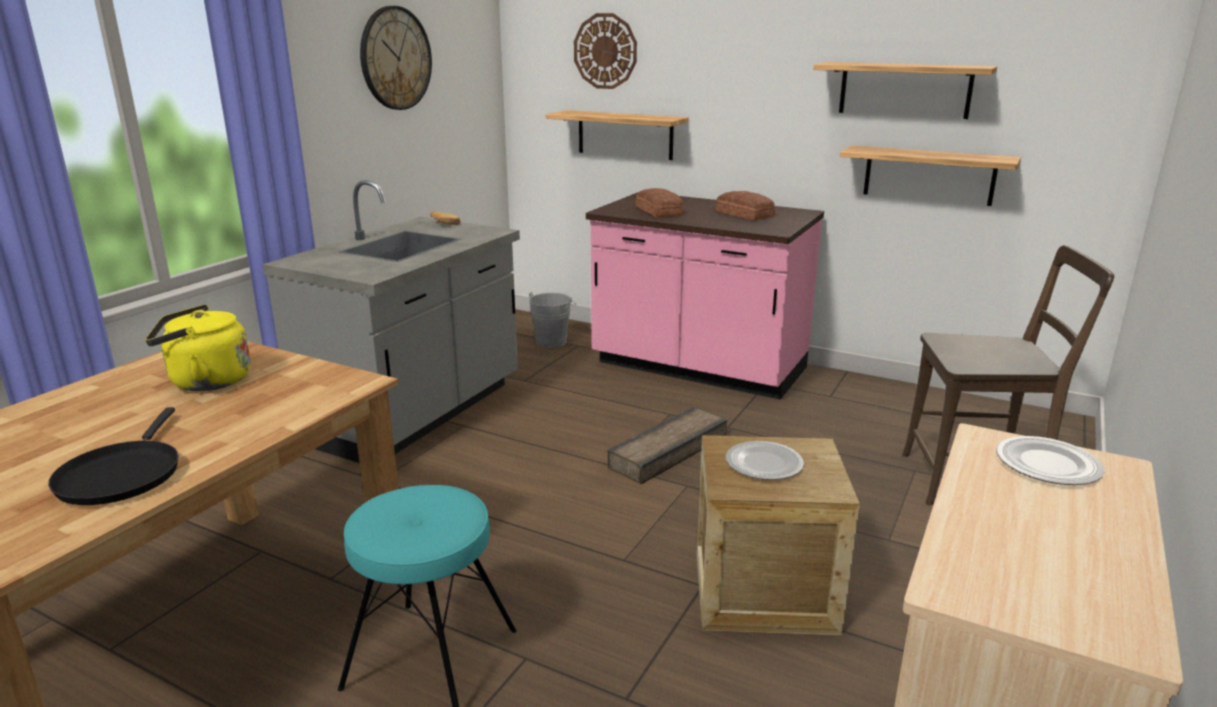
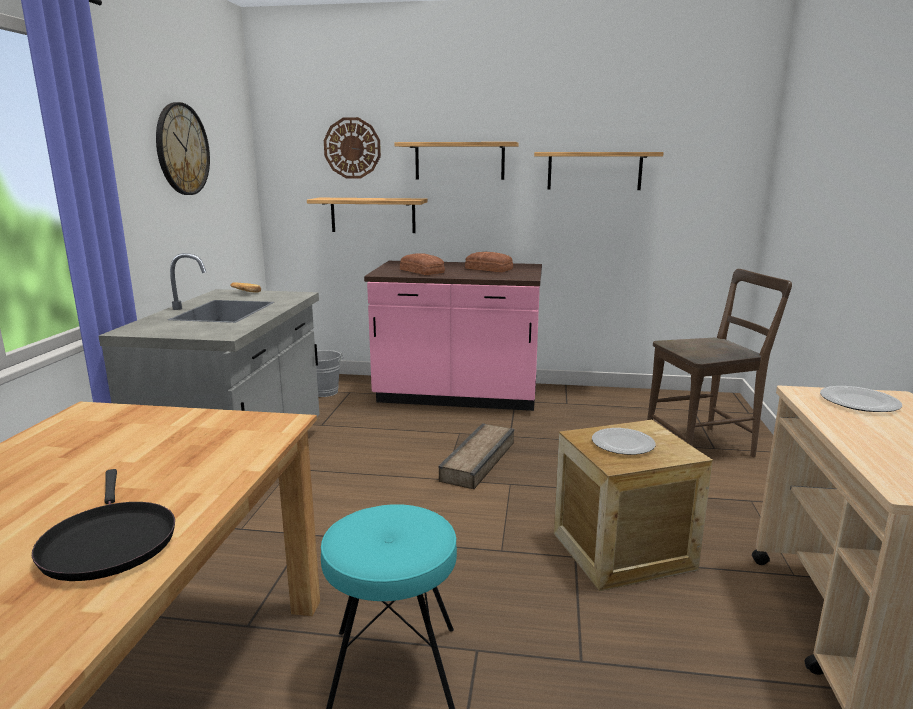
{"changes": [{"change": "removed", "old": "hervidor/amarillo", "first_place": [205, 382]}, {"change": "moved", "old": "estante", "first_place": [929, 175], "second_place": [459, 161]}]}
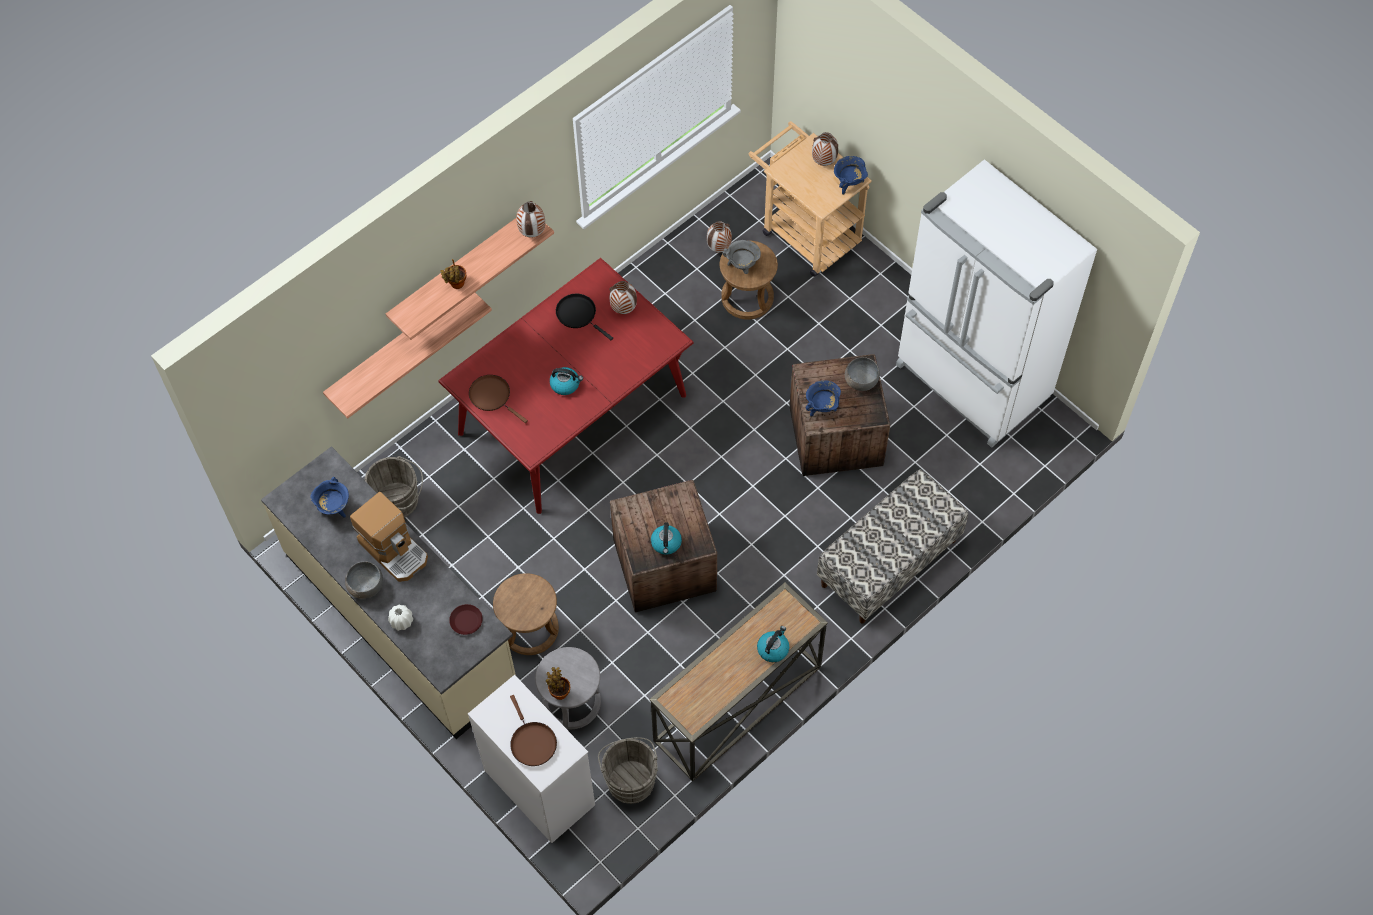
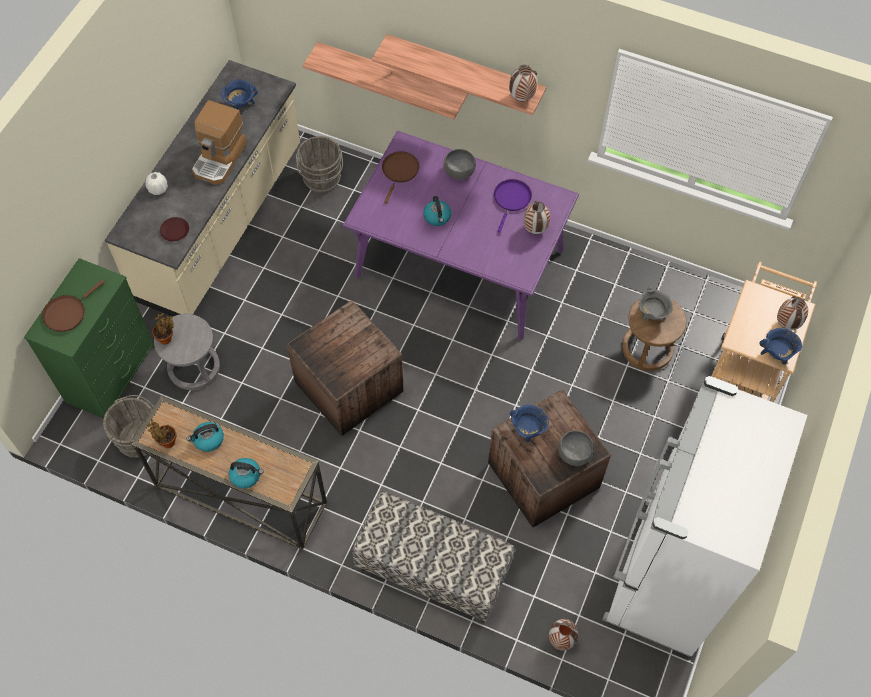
{"changes": [{"change": "moved", "old": "cuenco/gris", "first_place": [366, 586], "second_place": [459, 172]}, {"change": "recoloured", "old": "mesa de comedor/rojo", "new": "mesa de comedor/morado", "first_place": [573, 413], "second_place": [460, 263]}, {"change": "moved", "old": "planta en maceta", "first_place": [456, 284], "second_place": [166, 441]}, {"change": "recoloured", "old": "cómoda/blanco", "new": "cómoda/verde", "first_place": [538, 787], "second_place": [111, 373]}, {"change": "removed", "old": "taburete/marrón", "first_place": [529, 629]}, {"change": "recoloured", "old": "sartén/negro", "new": "sartén/morado", "first_place": [578, 314], "second_place": [511, 199]}, {"change": "moved", "old": "hervidor", "first_place": [666, 543], "second_place": [208, 440]}, {"change": "moved", "old": "florero", "first_place": [719, 249], "second_place": [560, 640]}]}
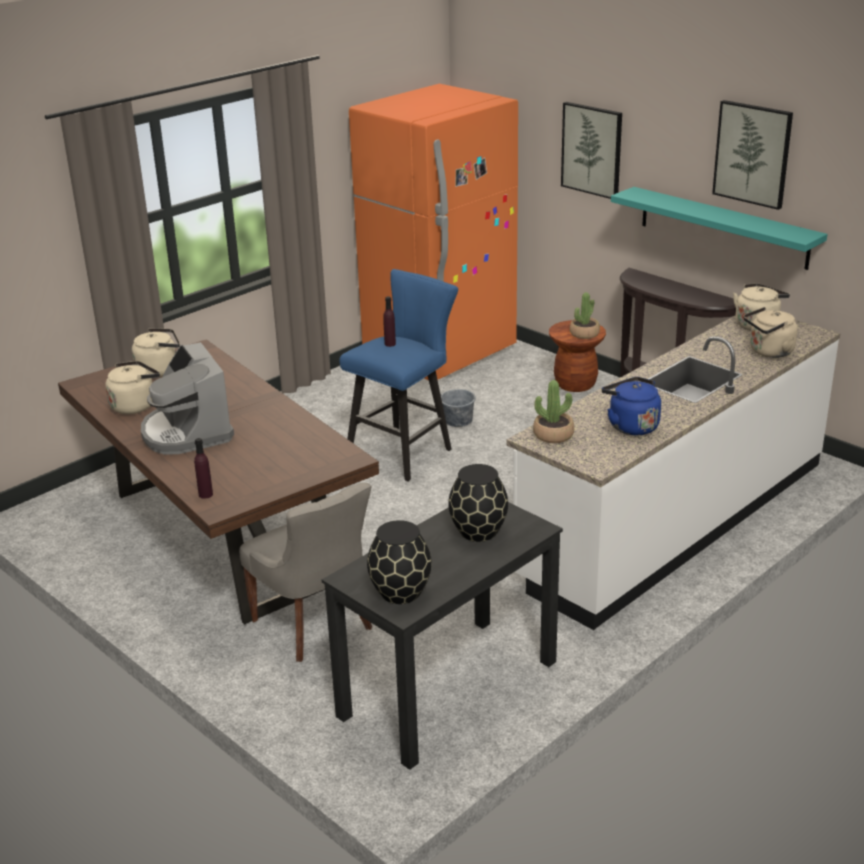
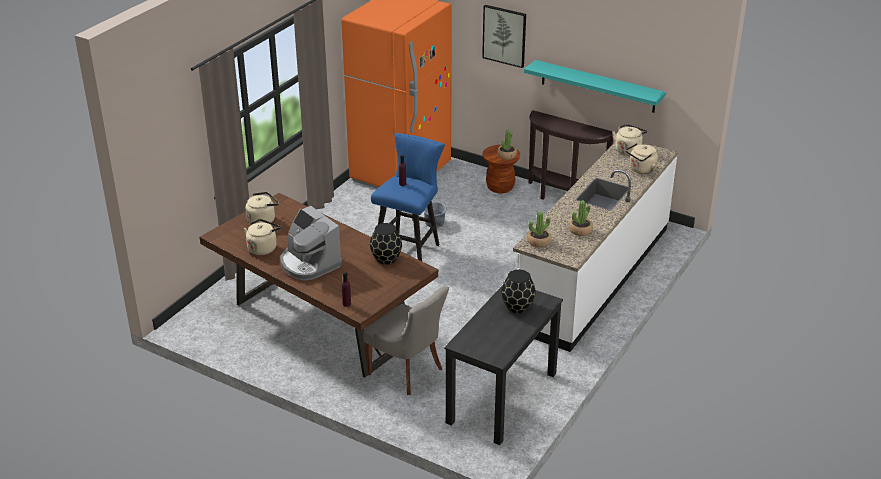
{"changes": [{"change": "moved", "old": "florero/negro", "first_place": [400, 592], "second_place": [386, 258]}, {"change": "replaced", "old": "hervidor/azul", "new": "planta en maceta", "first_place": [630, 426], "second_place": [580, 230]}, {"change": "removed", "old": "cuadro", "first_place": [752, 154]}]}
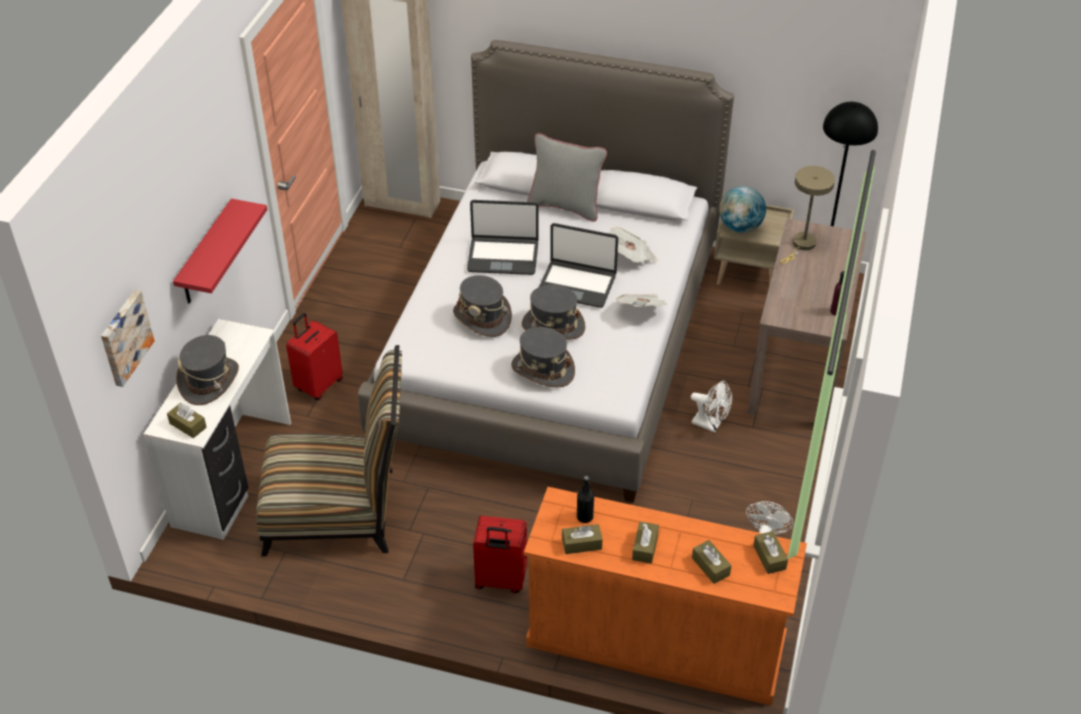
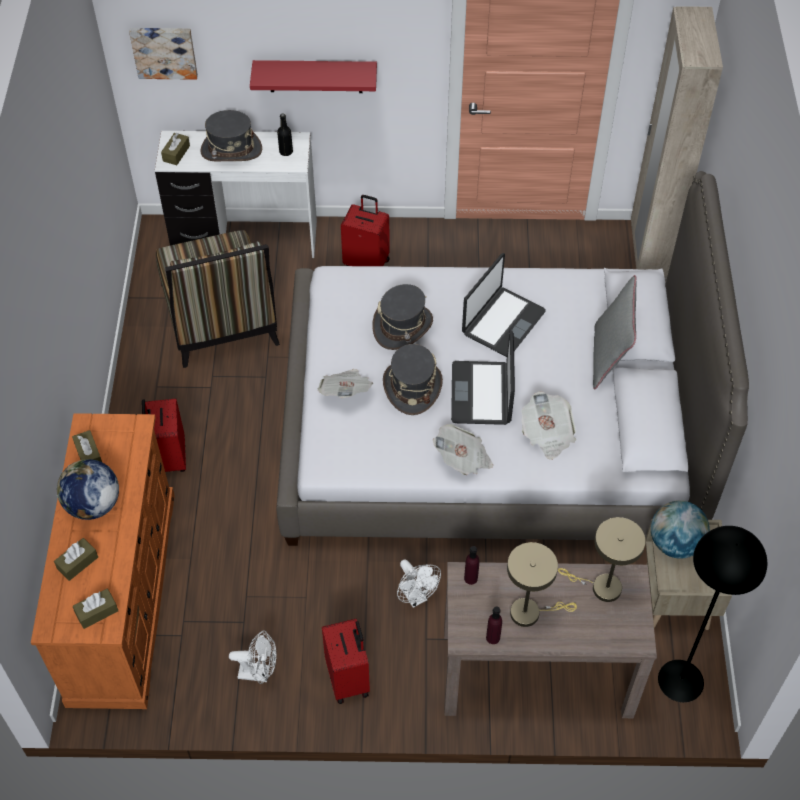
{"changes": [{"change": "turned", "old": "portátil", "first_place": [503, 256], "second_place": [502, 322], "degrees": -135}, {"change": "replaced", "old": "sombrero/gris", "new": "periódico", "first_place": [542, 369], "second_place": [346, 392]}, {"change": "moved", "old": "botella/negro", "first_place": [585, 517], "second_place": [286, 152]}, {"change": "replaced", "old": "caja de pañuelos/marrón", "new": "globo terráqueo", "first_place": [645, 547], "second_place": [93, 505]}, {"change": "turned", "old": "ventilador/blanco", "first_place": [710, 425], "second_place": [416, 597], "degrees": -45}, {"change": "added", "new": "maleta/rojo", "second_place": [349, 678]}, {"change": "added", "new": "botella/morado", "second_place": [471, 578]}, {"change": "added", "new": "lámpara de mesa/beis", "second_place": [530, 612]}]}
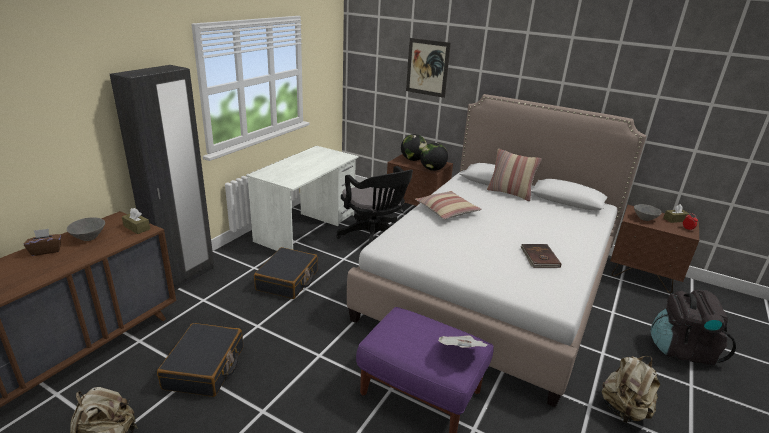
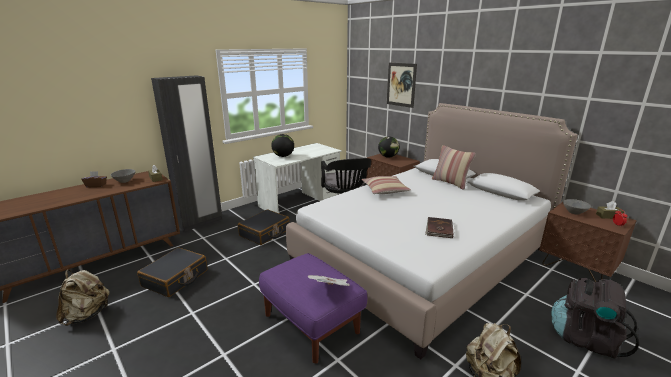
{"changes": [{"change": "moved", "old": "globo terráqueo", "first_place": [432, 169], "second_place": [283, 156]}]}
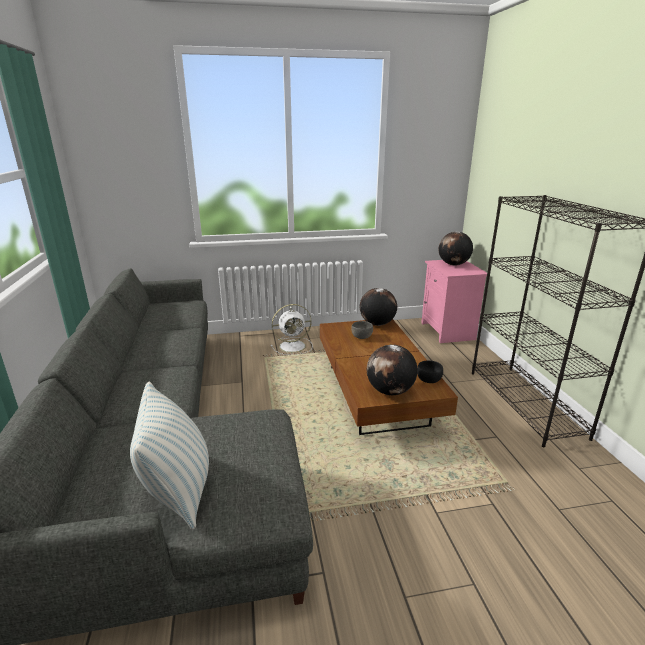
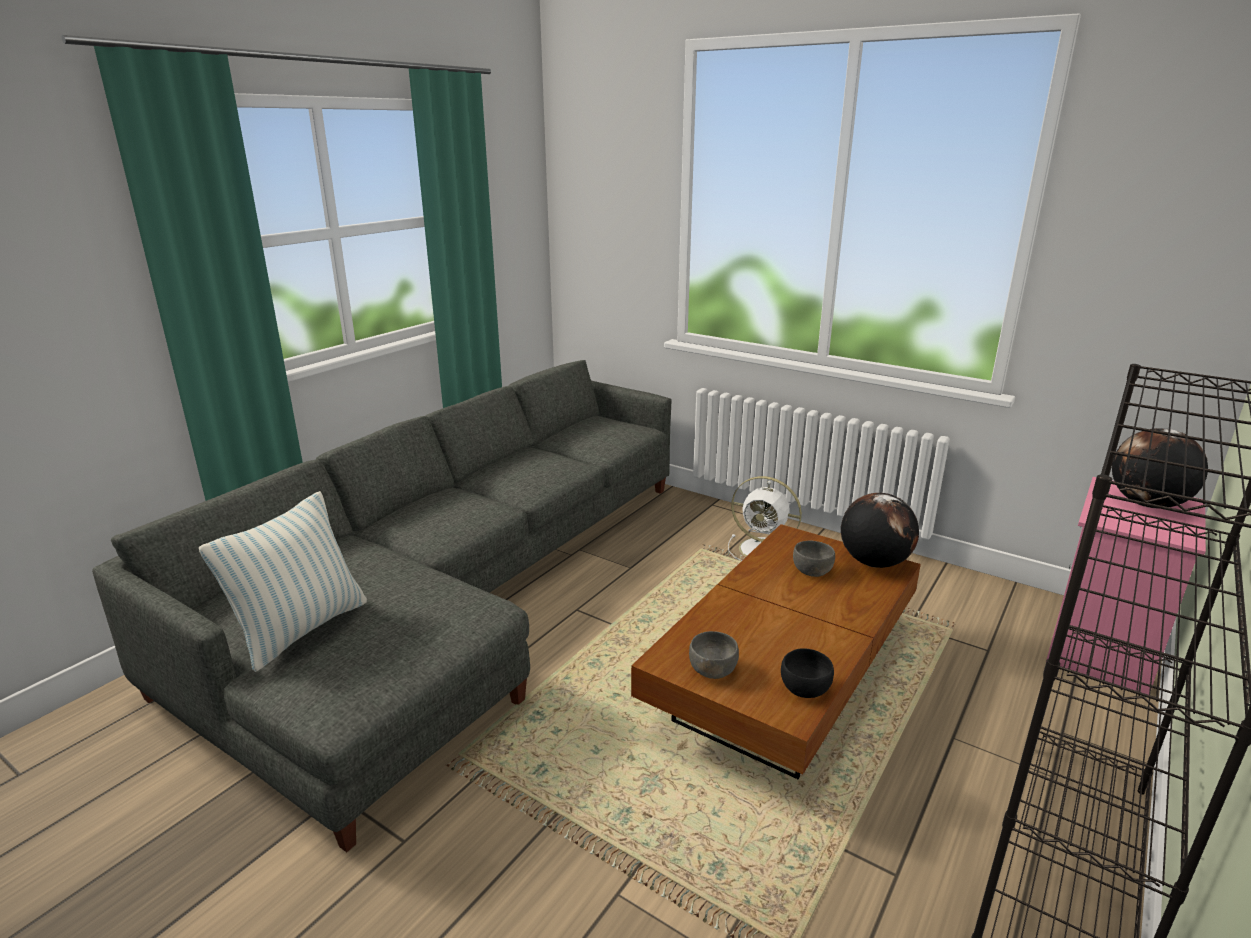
{"changes": [{"change": "replaced", "old": "globo terráqueo", "new": "cuenco/gris", "first_place": [390, 391], "second_place": [712, 670]}]}
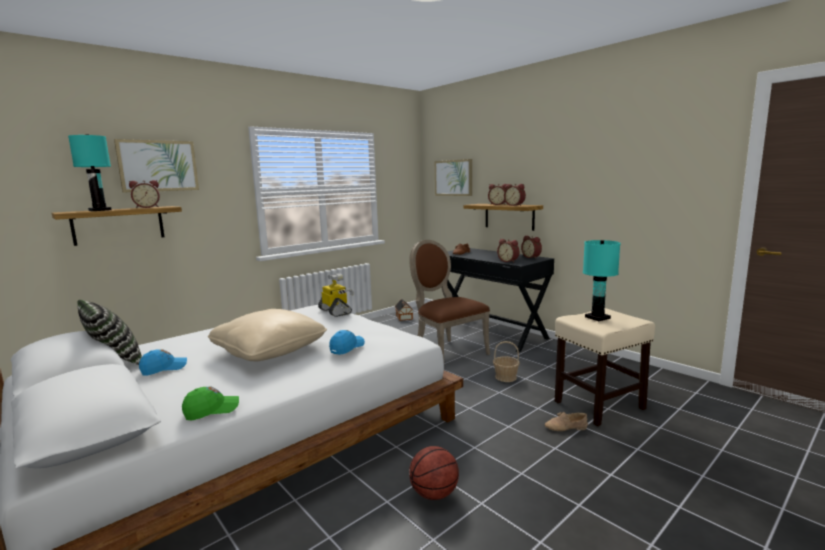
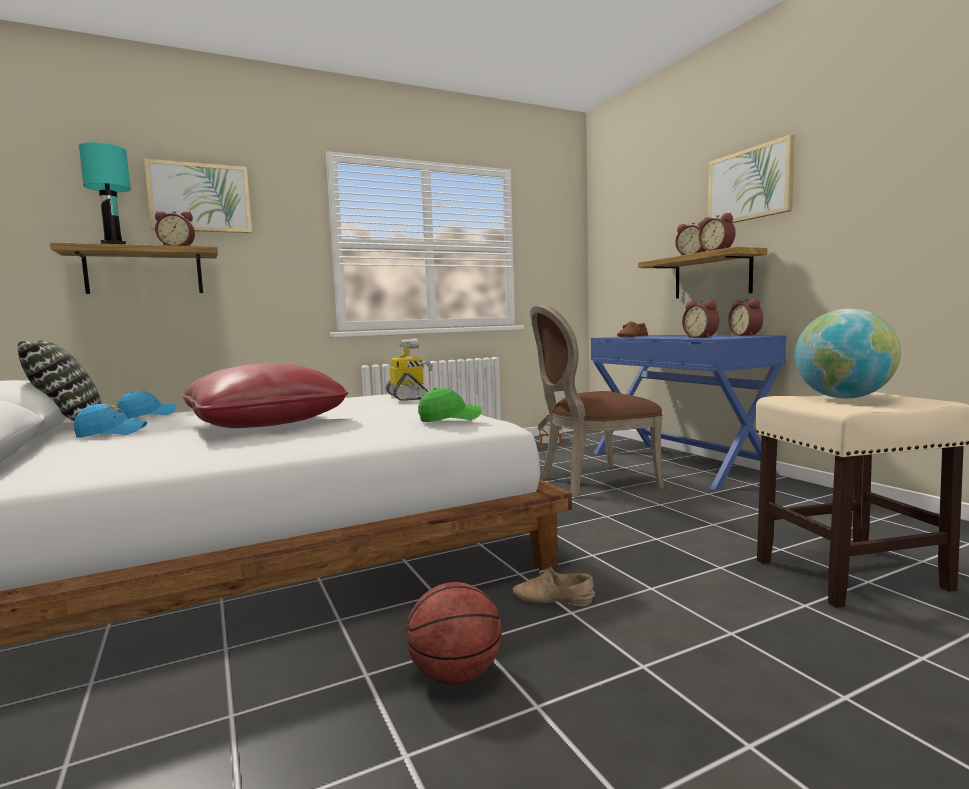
{"changes": [{"change": "moved", "old": "gorra/verde", "first_place": [212, 410], "second_place": [450, 418]}, {"change": "recoloured", "old": "cojín/beis", "new": "cojín/rojo", "first_place": [269, 350], "second_place": [265, 423]}, {"change": "moved", "old": "gorra/azul", "first_place": [347, 347], "second_place": [147, 415]}, {"change": "turned", "old": "silla/marrón", "first_place": [446, 352], "second_place": [592, 482], "degrees": -90}, {"change": "moved", "old": "cuadro", "first_place": [453, 178], "second_place": [749, 185]}, {"change": "recoloured", "old": "escritorio/negro", "new": "escritorio/azul", "first_place": [491, 332], "second_place": [678, 463]}, {"change": "removed", "old": "cesta", "first_place": [505, 377]}, {"change": "moved", "old": "zapato/beis", "first_place": [566, 427], "second_place": [552, 599]}, {"change": "replaced", "old": "lámpara de mesa/turquesa", "new": "globo terráqueo", "first_place": [597, 317], "second_place": [843, 398]}]}
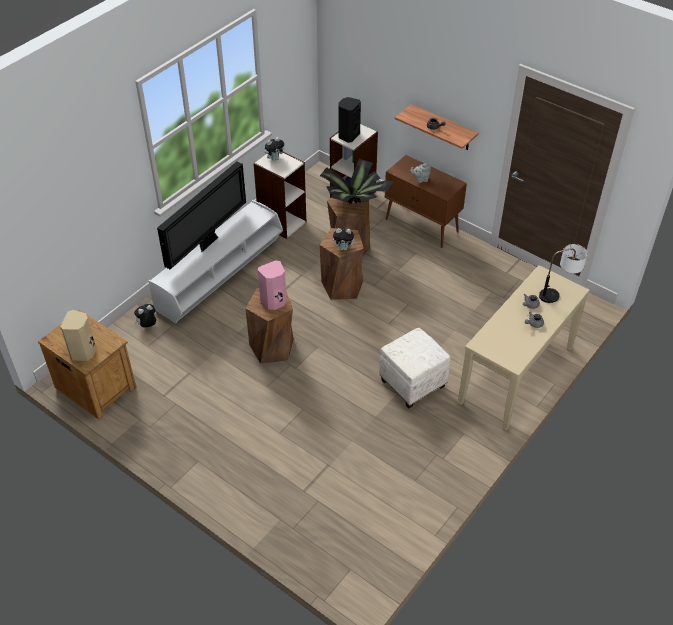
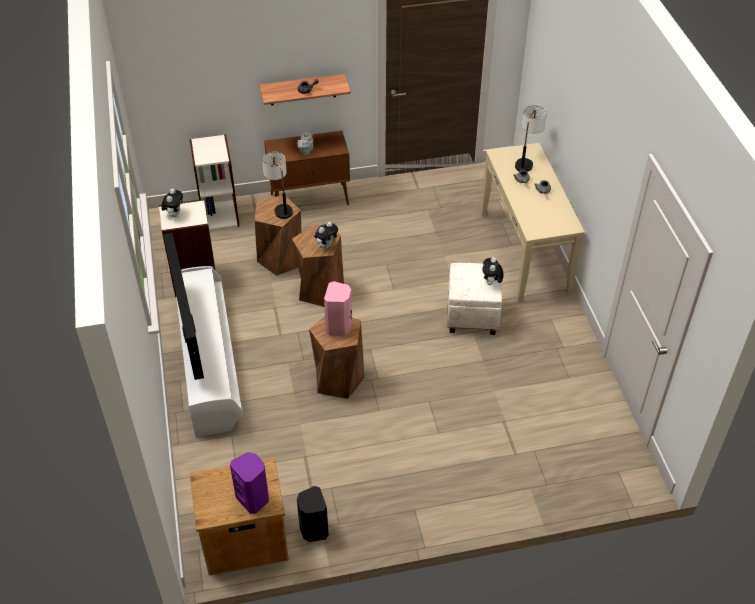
{"changes": [{"change": "recoloured", "old": "altavoz/beis", "new": "altavoz/morado", "first_place": [84, 352], "second_place": [253, 499]}, {"change": "moved", "old": "peluche", "first_place": [147, 326], "second_place": [491, 283]}, {"change": "replaced", "old": "planta en maceta", "new": "lámpara de mesa", "first_place": [355, 203], "second_place": [280, 206]}, {"change": "moved", "old": "altavoz/negro", "first_place": [348, 136], "second_place": [313, 530]}]}
